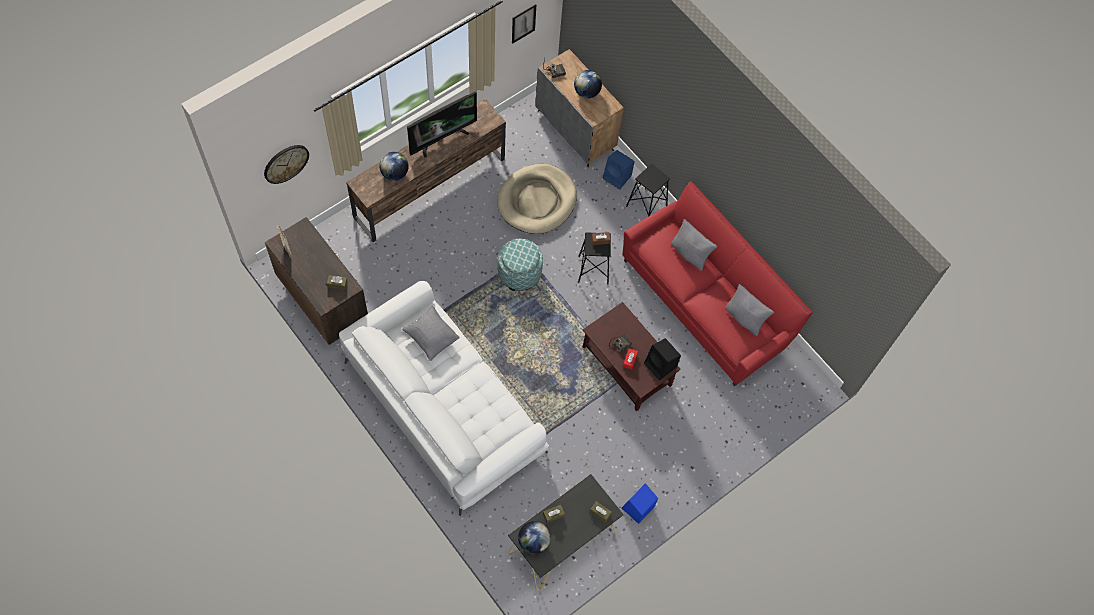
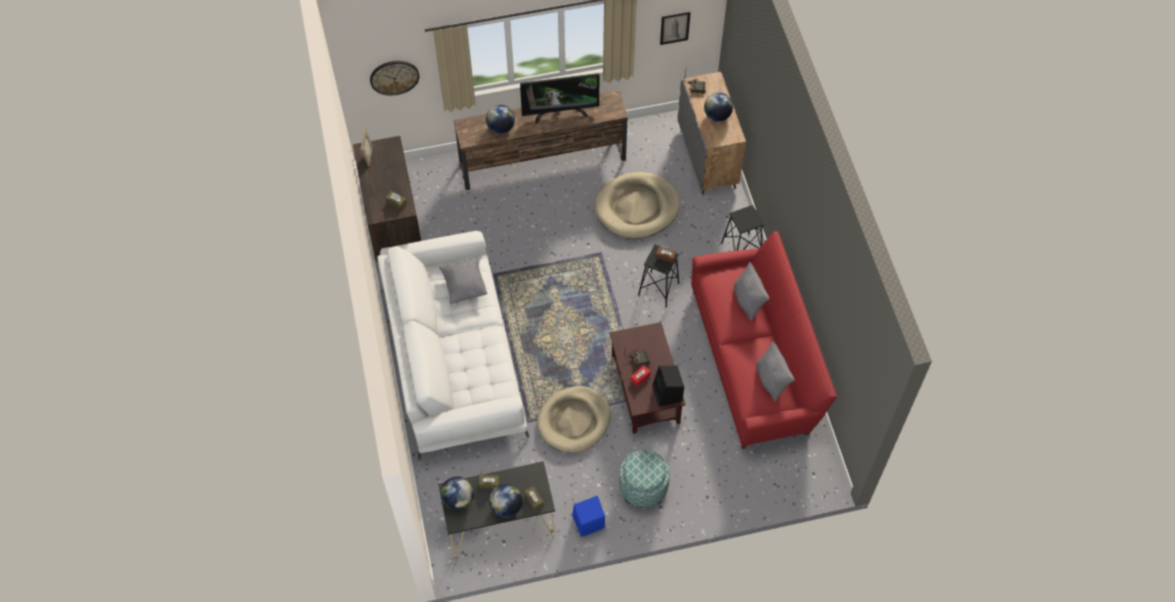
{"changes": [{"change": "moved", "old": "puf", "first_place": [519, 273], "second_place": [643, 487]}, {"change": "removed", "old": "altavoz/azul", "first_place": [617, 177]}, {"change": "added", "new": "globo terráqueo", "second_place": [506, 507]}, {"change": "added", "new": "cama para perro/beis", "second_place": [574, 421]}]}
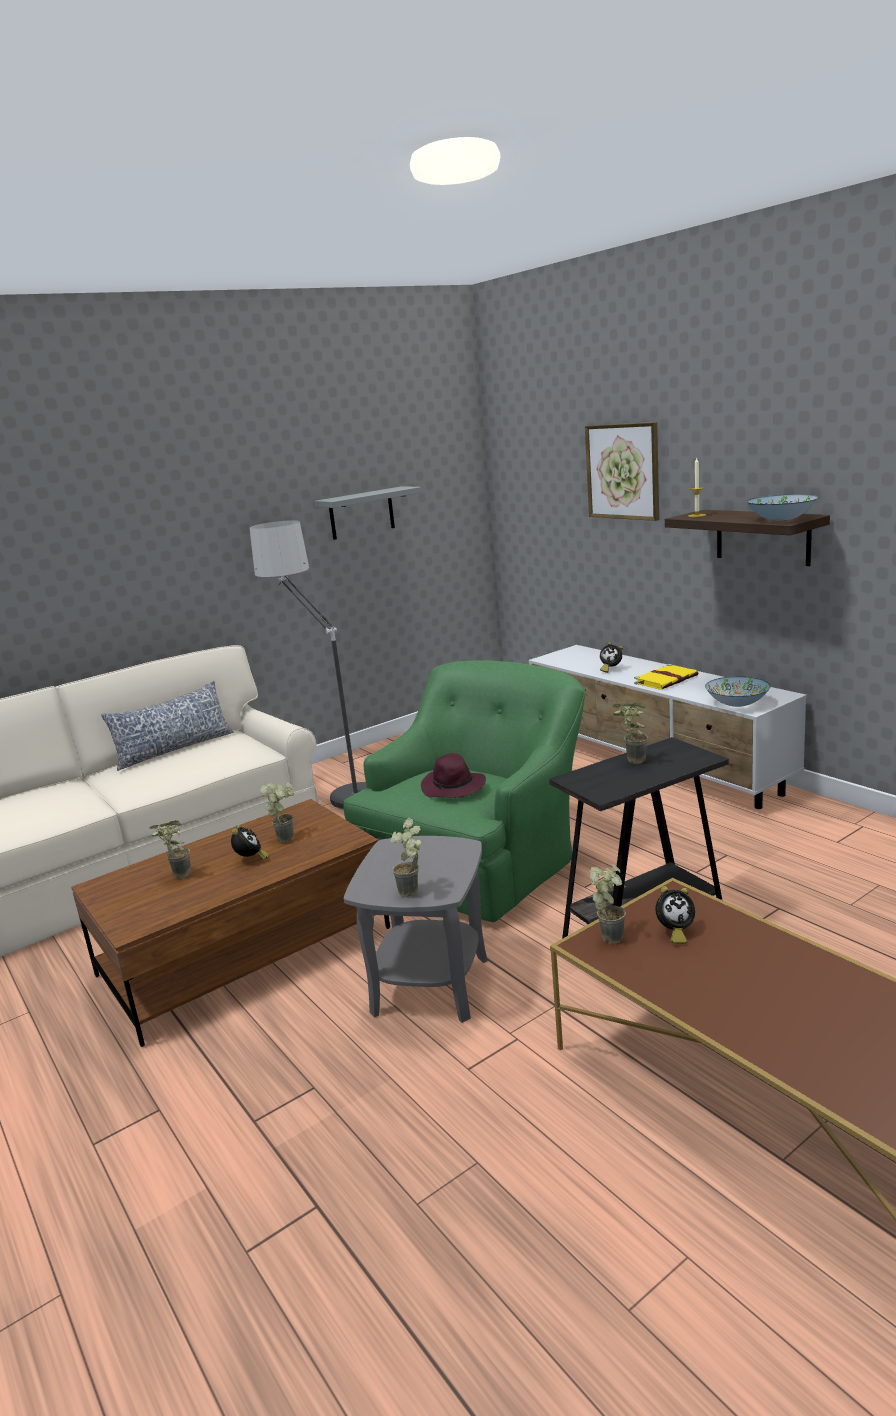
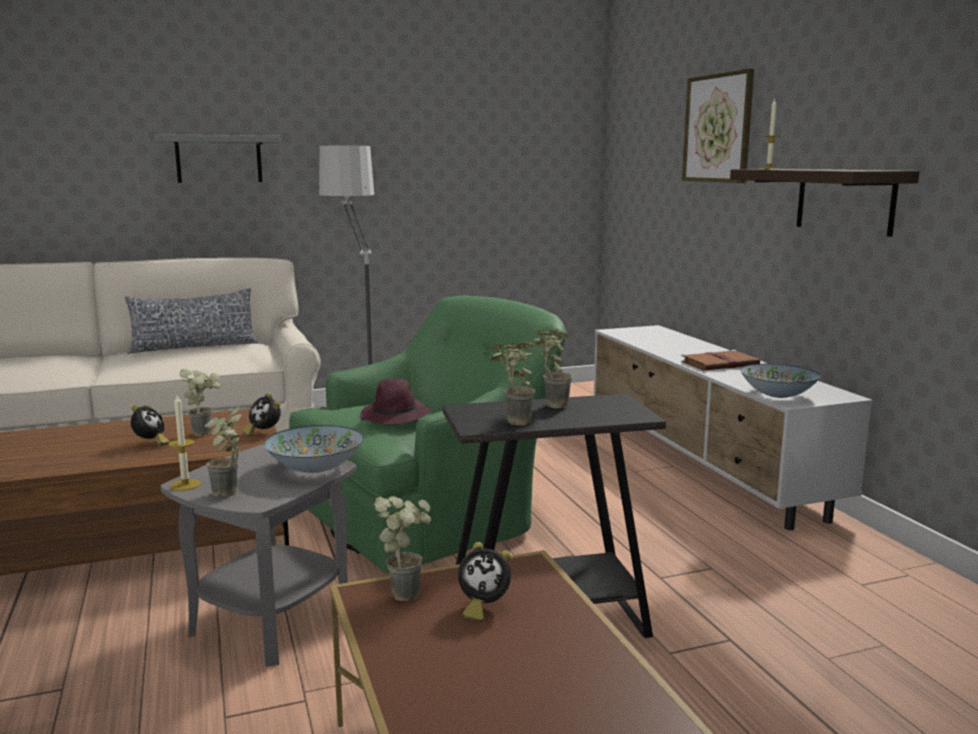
{"changes": [{"change": "moved", "old": "planta en maceta", "first_place": [177, 876], "second_place": [512, 423]}, {"change": "moved", "old": "estante/gris", "first_place": [361, 513], "second_place": [219, 159]}, {"change": "moved", "old": "despertador", "first_place": [610, 669], "second_place": [264, 433]}, {"change": "recoloured", "old": "libro/amarillo", "new": "libro/marrón", "first_place": [666, 679], "second_place": [720, 364]}, {"change": "moved", "old": "cuenco", "first_place": [781, 520], "second_place": [315, 468]}, {"change": "added", "new": "vela", "second_place": [185, 485]}]}
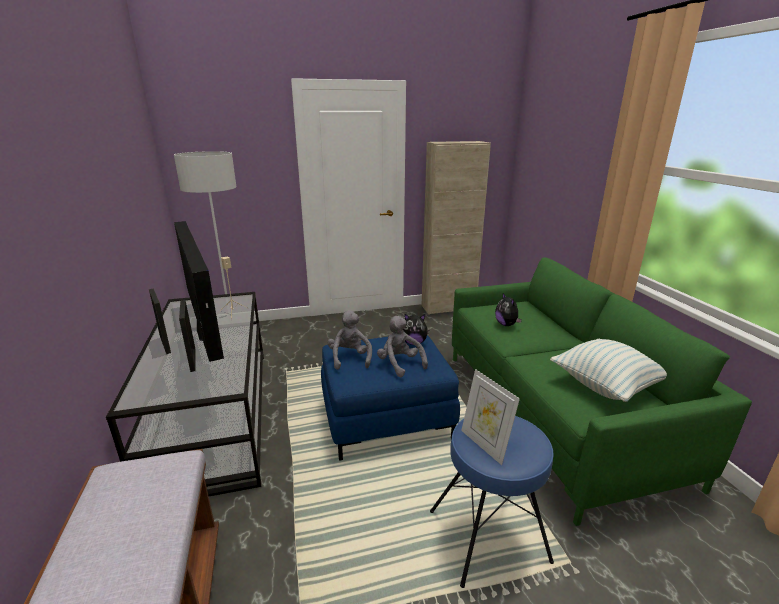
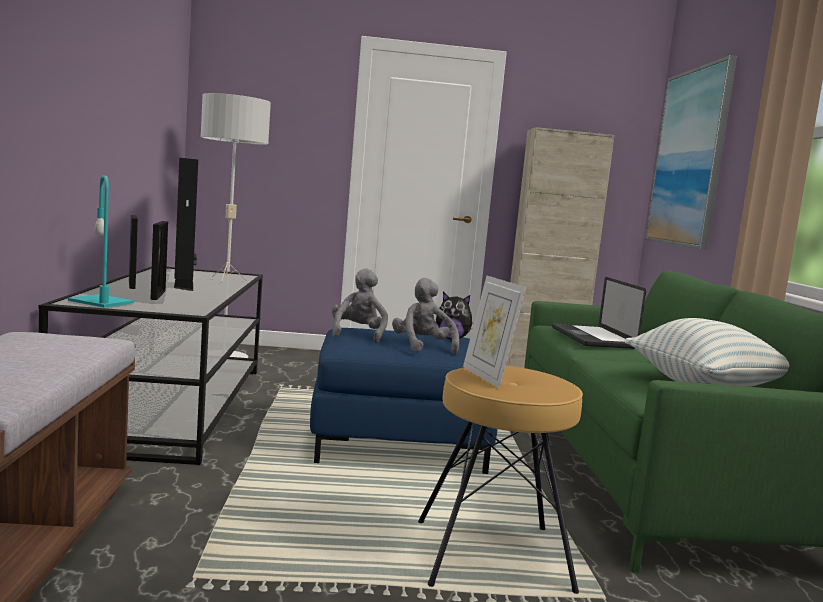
{"changes": [{"change": "recoloured", "old": "taburete/azul", "new": "taburete/marrón", "first_place": [488, 536], "second_place": [492, 556]}, {"change": "replaced", "old": "peluche", "new": "portátil", "first_place": [506, 324], "second_place": [592, 338]}, {"change": "added", "new": "lámpara de mesa/turquesa", "second_place": [103, 302]}, {"change": "added", "new": "cuadro", "second_place": [689, 158]}]}
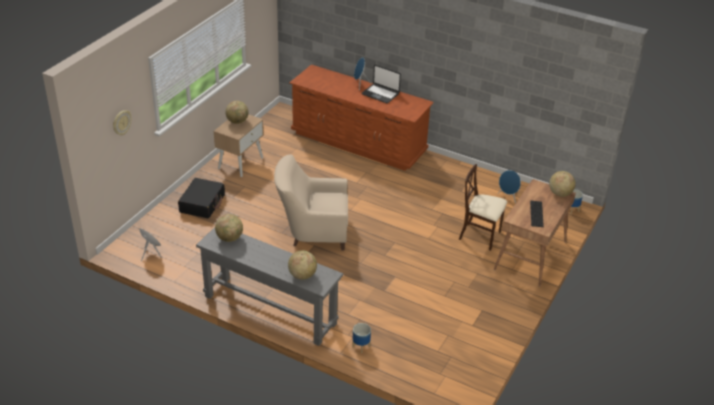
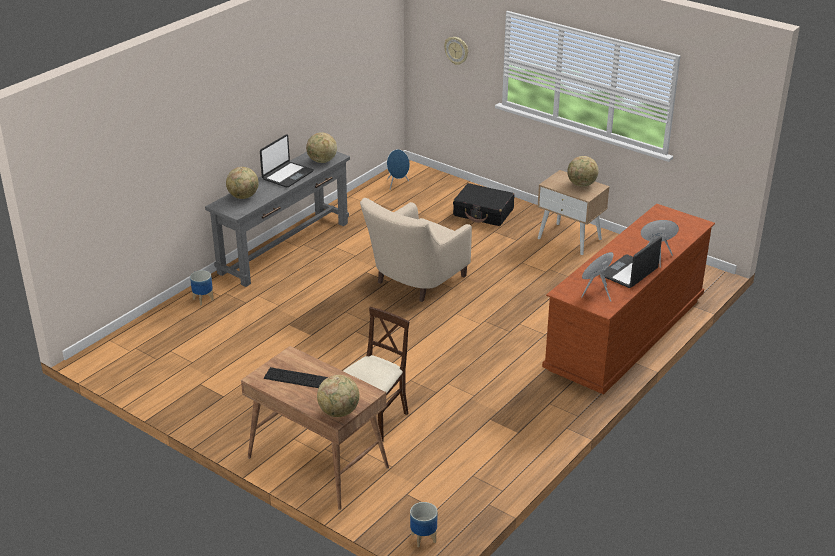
{"changes": [{"change": "turned", "old": "sillón/beis", "first_place": [312, 232], "second_place": [414, 282], "degrees": -150}, {"change": "moved", "old": "altavoz/azul", "first_place": [508, 197], "second_place": [596, 293]}, {"change": "added", "new": "portátil", "second_place": [287, 175]}]}
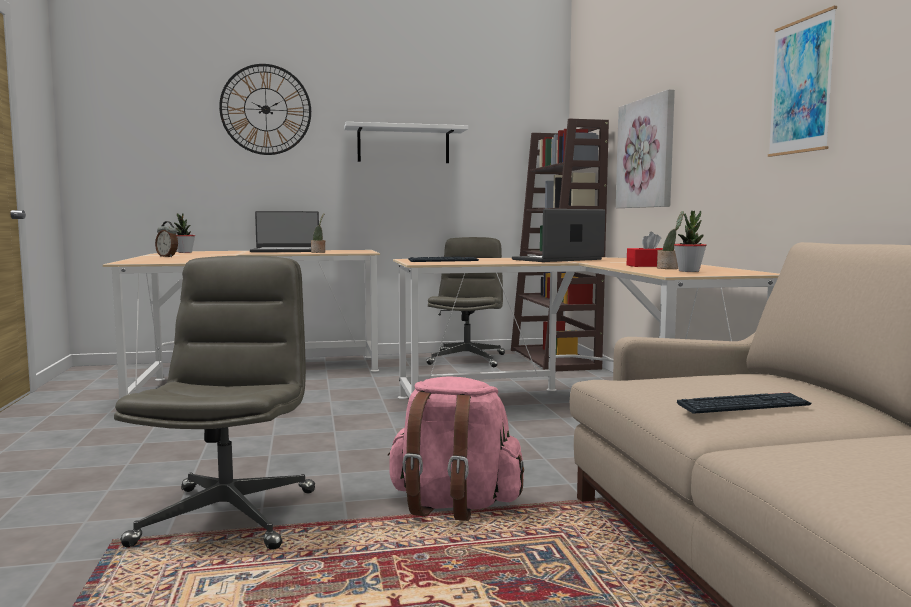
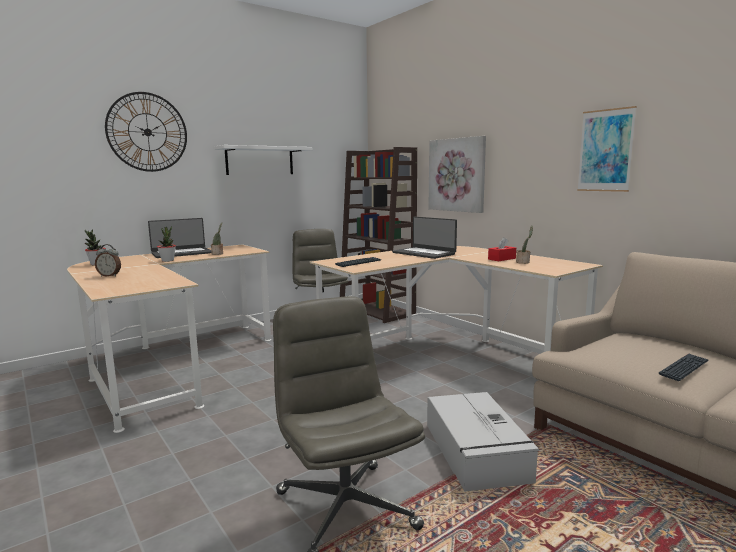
{"changes": [{"change": "replaced", "old": "mochila/rosa", "new": "caja de almacenaje/gris", "first_place": [453, 505], "second_place": [476, 453]}, {"change": "turned", "old": "portátil", "first_place": [558, 259], "second_place": [424, 253], "degrees": -75}, {"change": "moved", "old": "planta en maceta", "first_place": [689, 271], "second_place": [168, 260]}]}
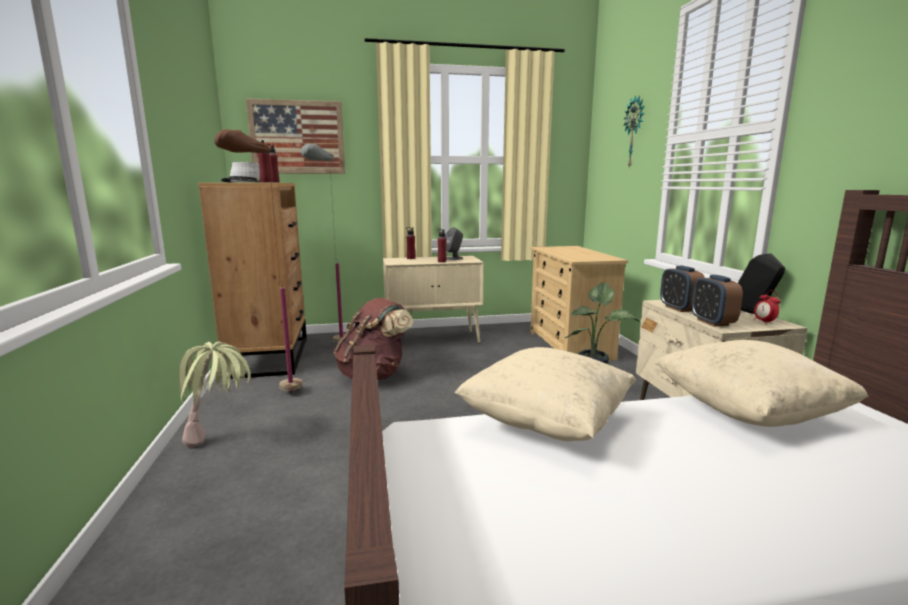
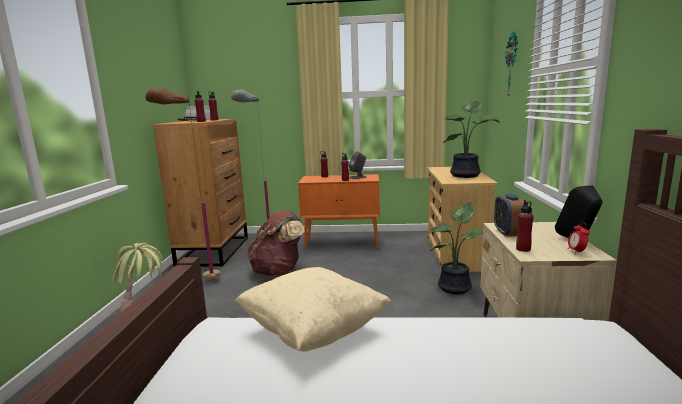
{"changes": [{"change": "removed", "old": "cuadro", "first_place": [297, 137]}, {"change": "recoloured", "old": "armario/beis", "new": "armario/naranja", "first_place": [433, 339], "second_place": [342, 243]}, {"change": "removed", "old": "cojín/beis", "first_place": [748, 412]}, {"change": "replaced", "old": "despertador", "new": "botella/rojo", "first_place": [712, 322], "second_place": [523, 249]}, {"change": "added", "new": "planta en maceta", "second_place": [467, 175]}]}
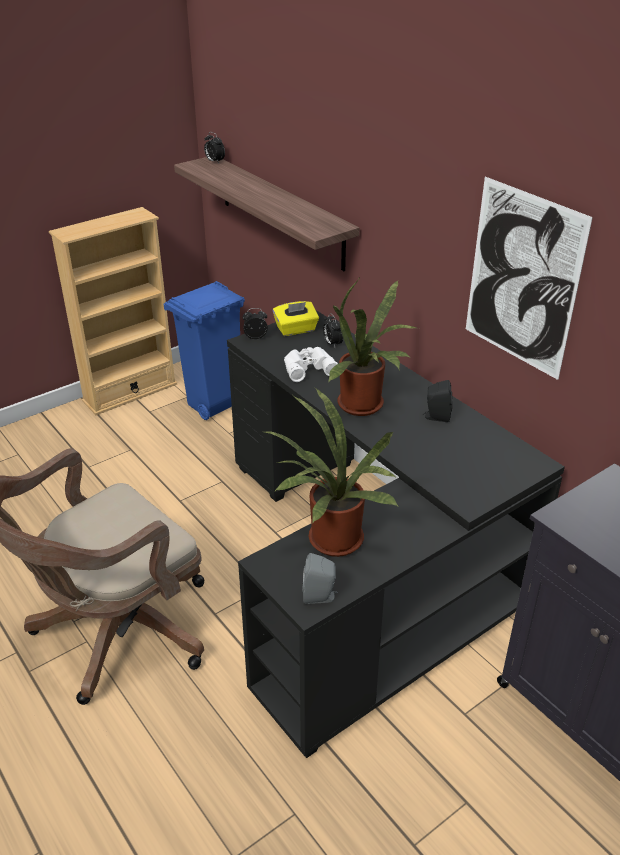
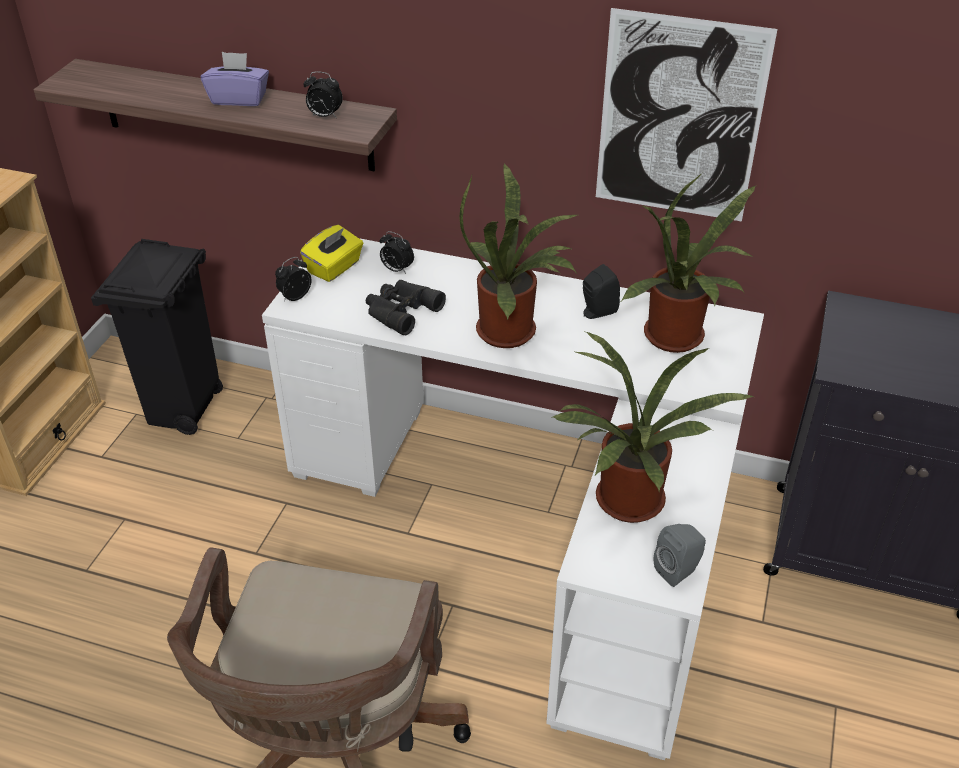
{"changes": [{"change": "recoloured", "old": "papelera/azul", "new": "papelera/negro", "first_place": [213, 406], "second_place": [183, 411]}, {"change": "moved", "old": "despertador", "first_place": [214, 162], "second_place": [324, 116]}, {"change": "recoloured", "old": "escritorio/negro", "new": "escritorio/blanco", "first_place": [365, 566], "second_place": [538, 520]}, {"change": "recoloured", "old": "prismáticos/blanco", "new": "prismáticos/negro", "first_place": [308, 367], "second_place": [400, 311]}, {"change": "added", "new": "caja de pañuelos/morado", "second_place": [239, 99]}, {"change": "added", "new": "planta en maceta", "second_place": [678, 340]}]}
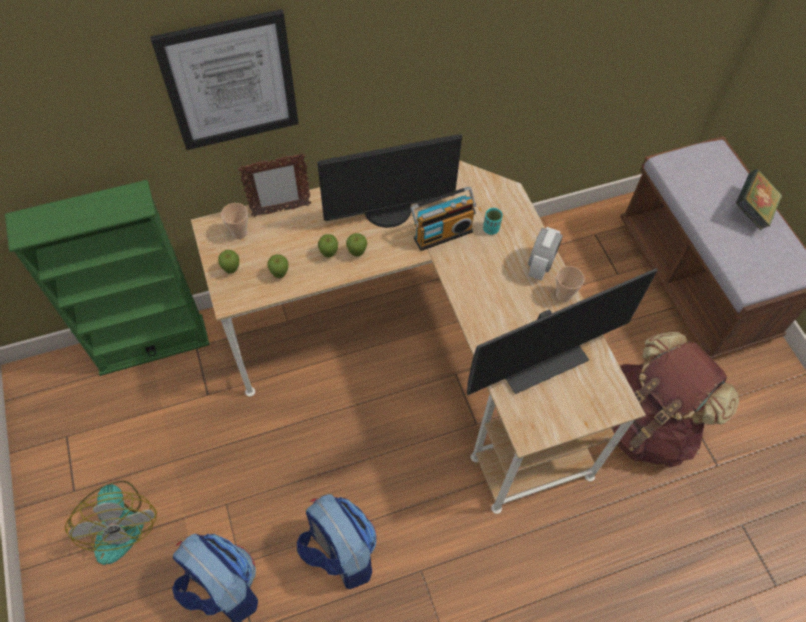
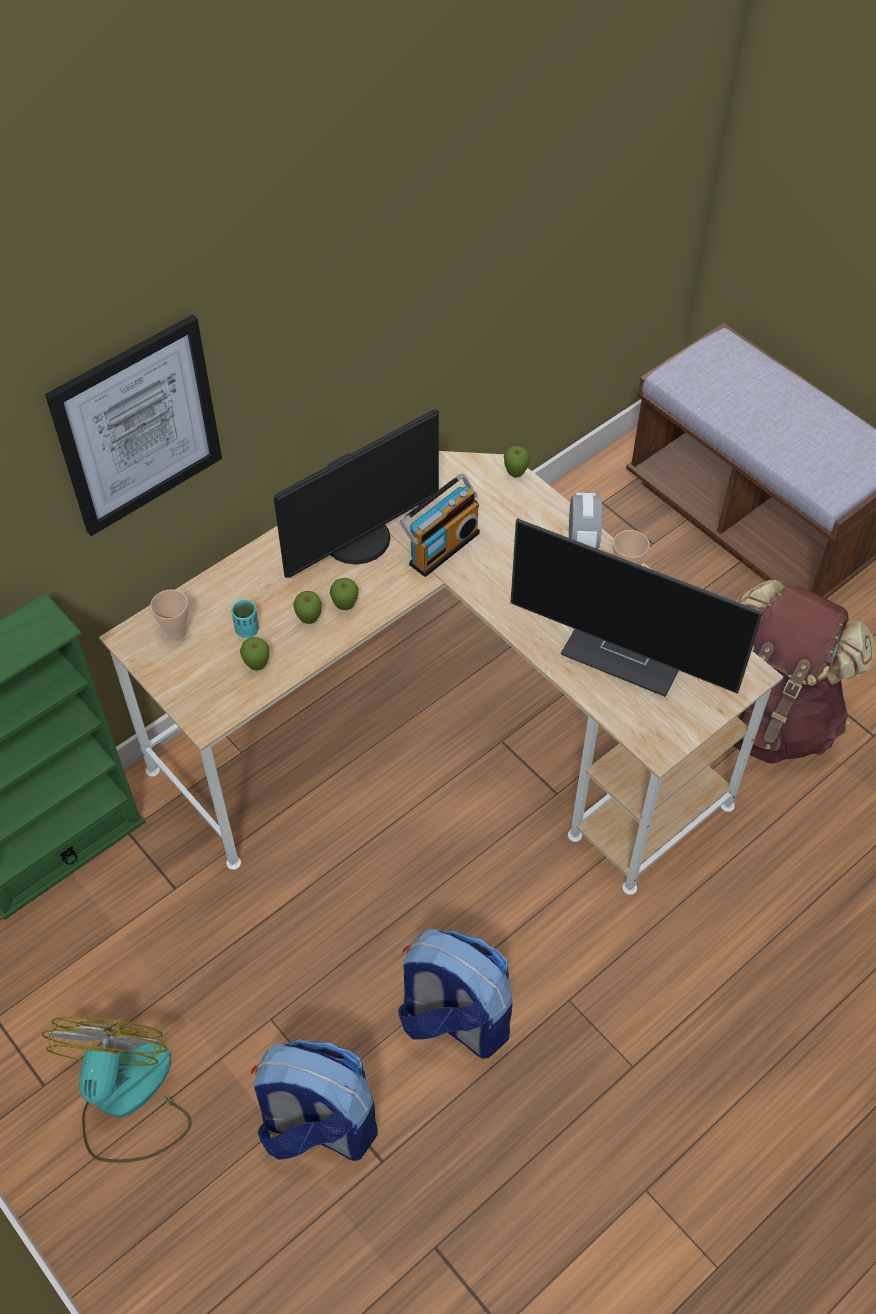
{"changes": [{"change": "turned", "old": "ventilador", "first_place": [117, 521], "second_place": [126, 1100], "degrees": -135}, {"change": "moved", "old": "manzana", "first_place": [231, 270], "second_place": [515, 474]}, {"change": "removed", "old": "portarretratos", "first_place": [281, 210]}, {"change": "turned", "old": "monitor", "first_place": [539, 355], "second_place": [629, 651], "degrees": 75}, {"change": "moved", "old": "taza/turquesa", "first_place": [491, 229], "second_place": [247, 630]}, {"change": "removed", "old": "libro", "first_place": [751, 211]}]}
